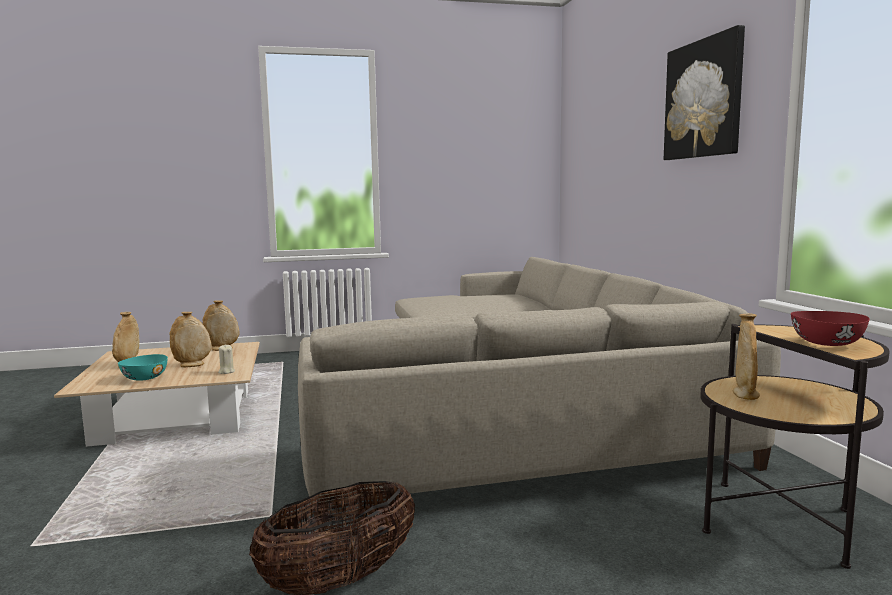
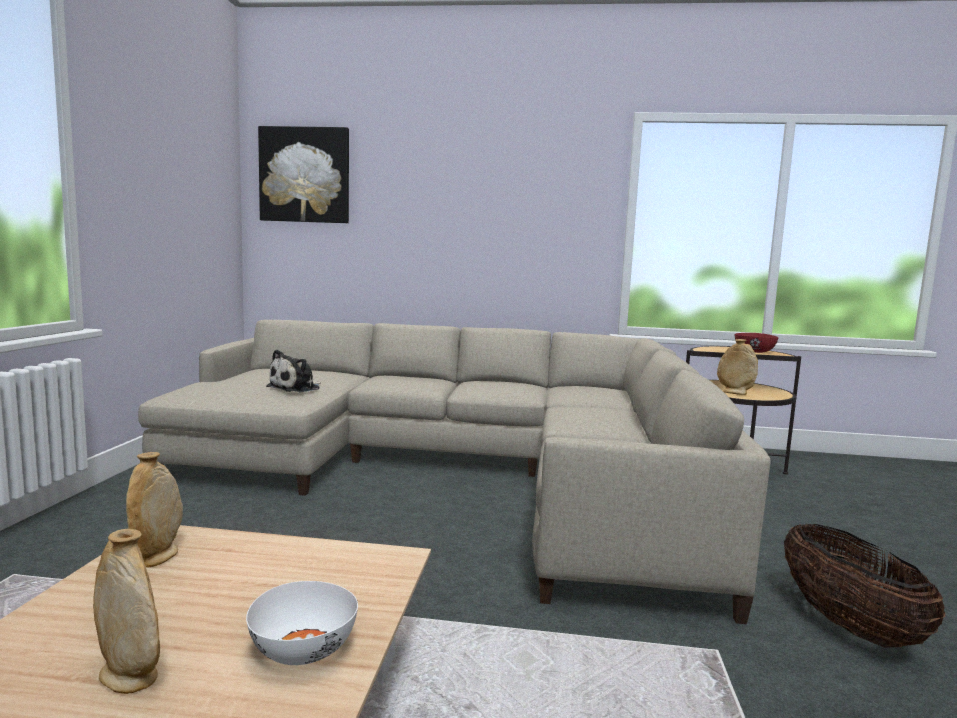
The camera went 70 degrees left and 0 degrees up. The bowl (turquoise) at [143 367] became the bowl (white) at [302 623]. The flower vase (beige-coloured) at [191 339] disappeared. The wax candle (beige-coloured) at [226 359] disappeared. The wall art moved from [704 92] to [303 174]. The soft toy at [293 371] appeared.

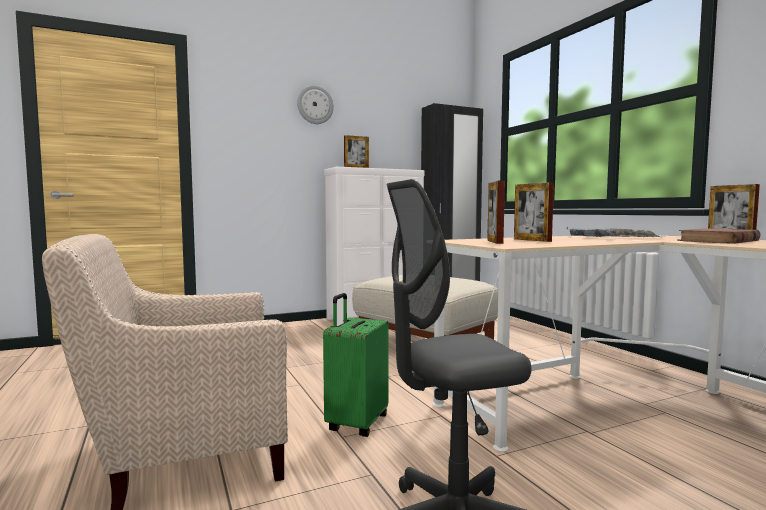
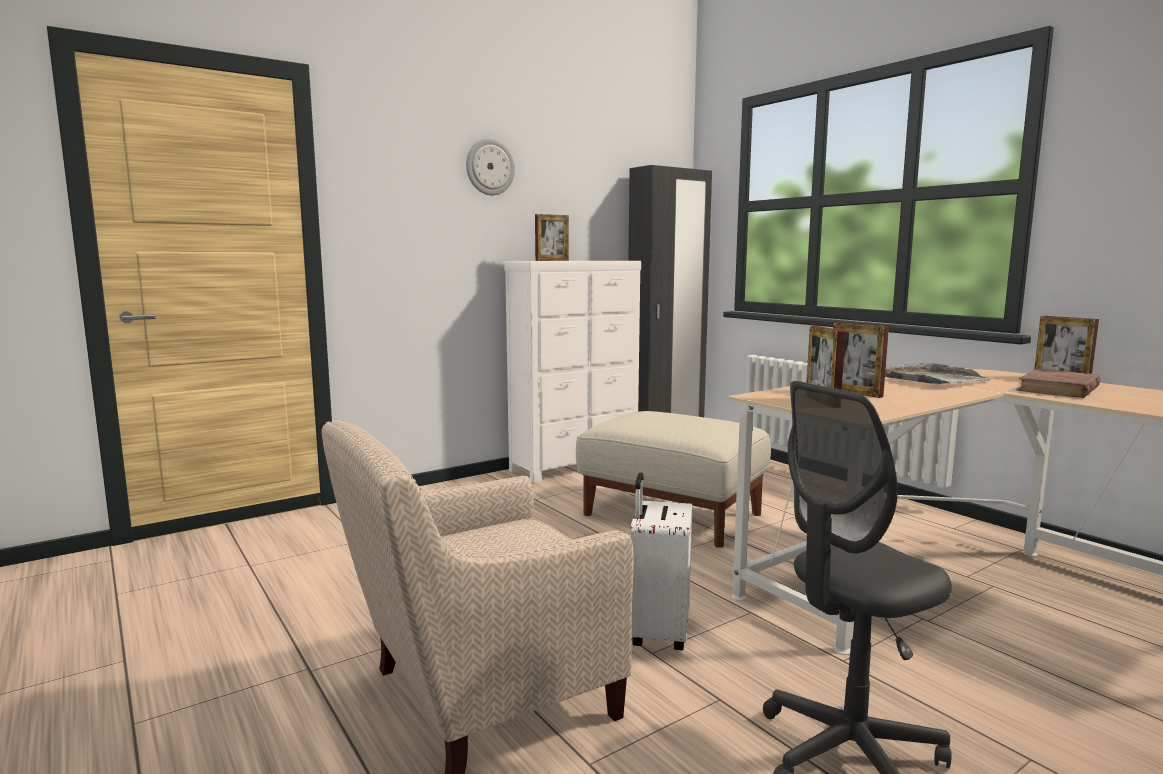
The camera went 10 degrees left and 5 degrees up. The suitcase (green-coloured) at [356 365] became the suitcase (white) at [661 561].

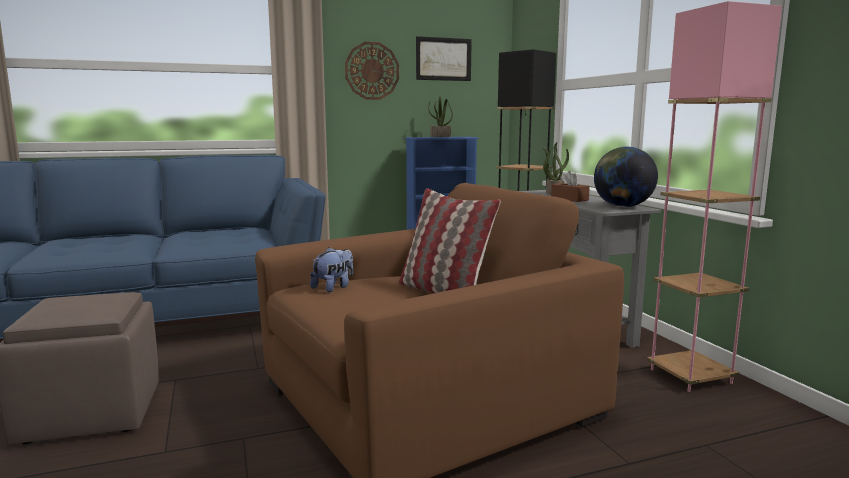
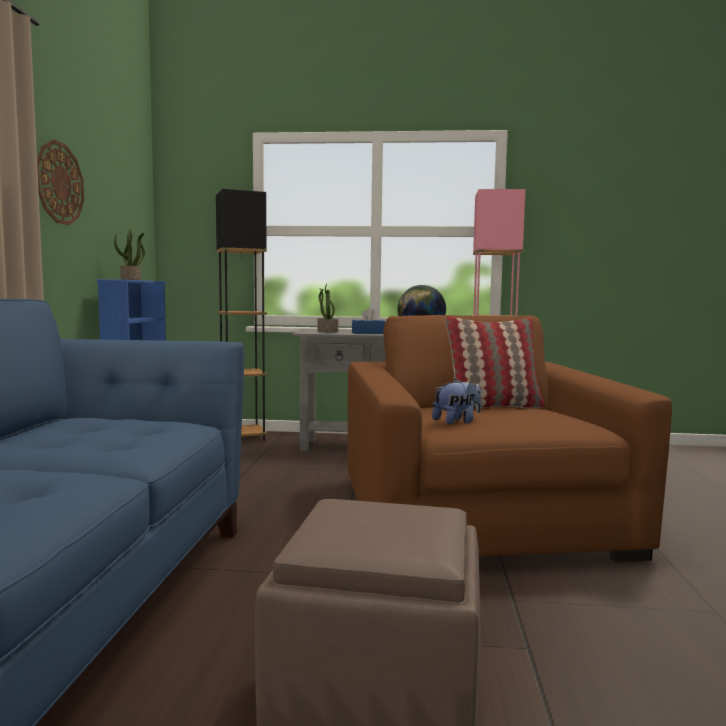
The camera went 65 degrees left and 5 degrees down. The soft toy at [331 269] turned 90 degrees clockwise. The wall art at [444 58] disappeared. The tissue holder (brown) at [570 186] became the tissue holder (bluish) at [368 321].

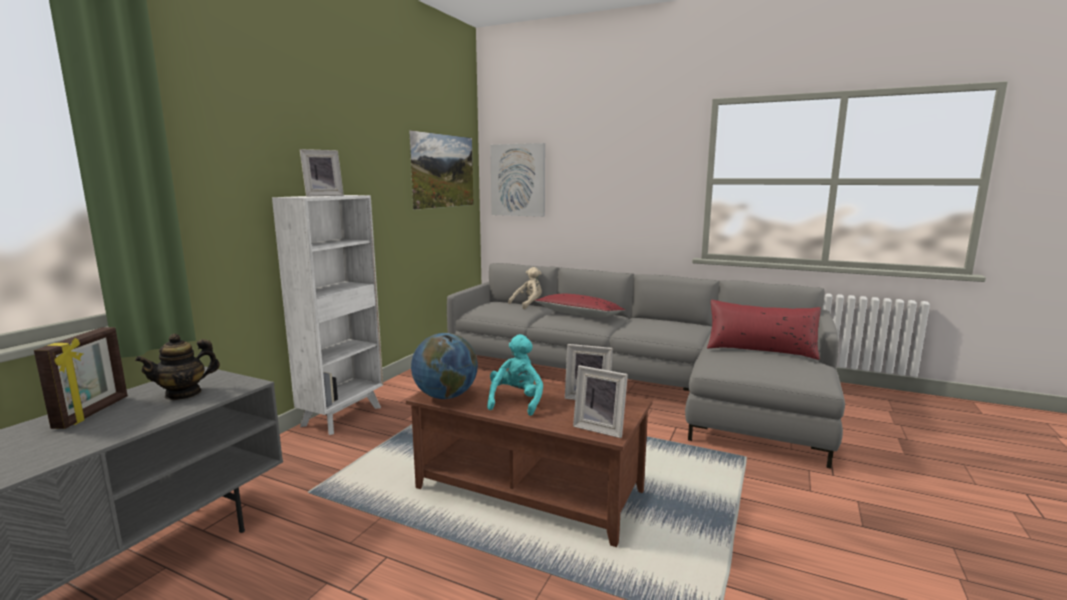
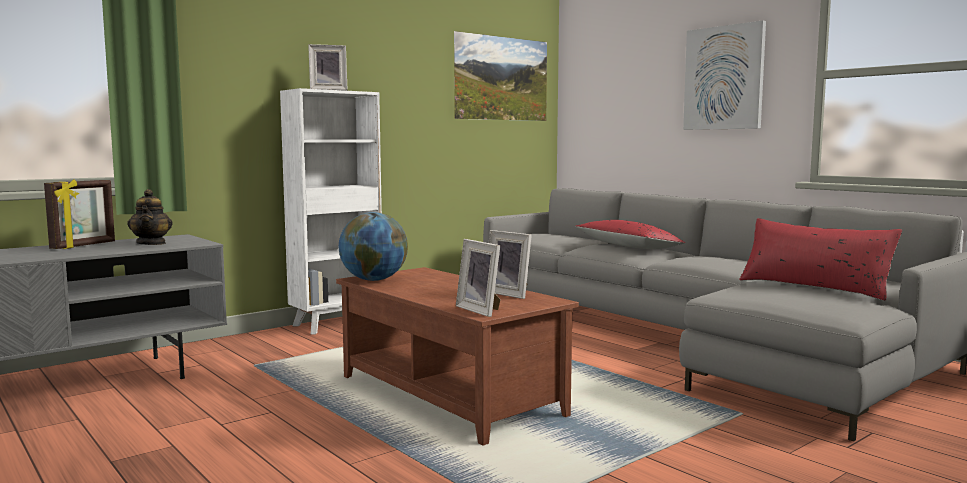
The camera went 25 degrees right and 5 degrees down. The tea pot at [177 367] turned 90 degrees counterclockwise. The soft toy (turquoise) at [515 375] disappeared. The wall art moved from [517 180] to [724 75]. The soft toy (beige-coloured) at [525 288] disappeared.

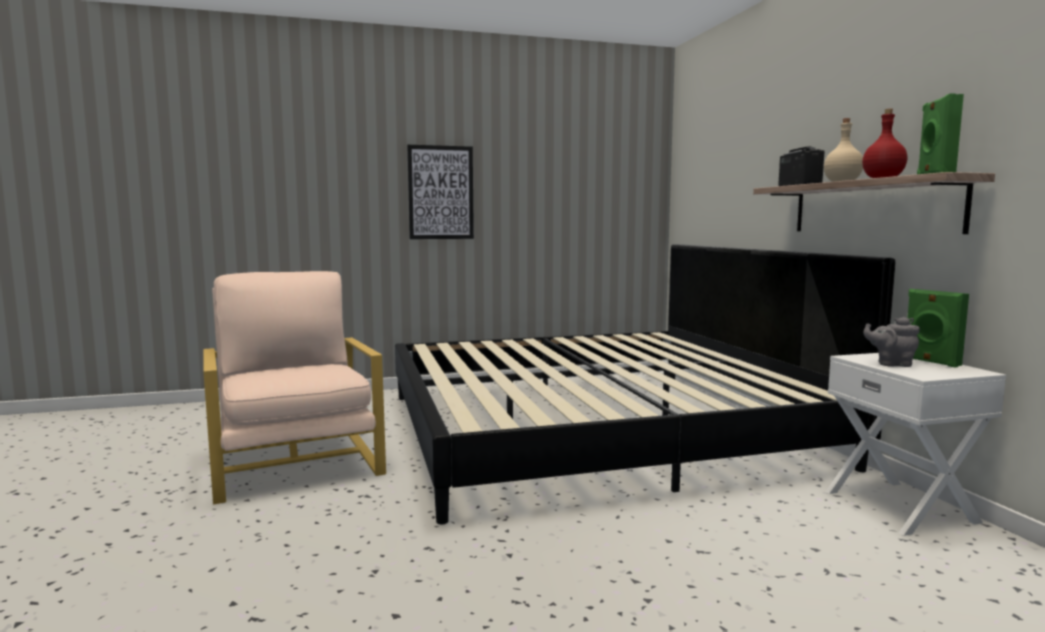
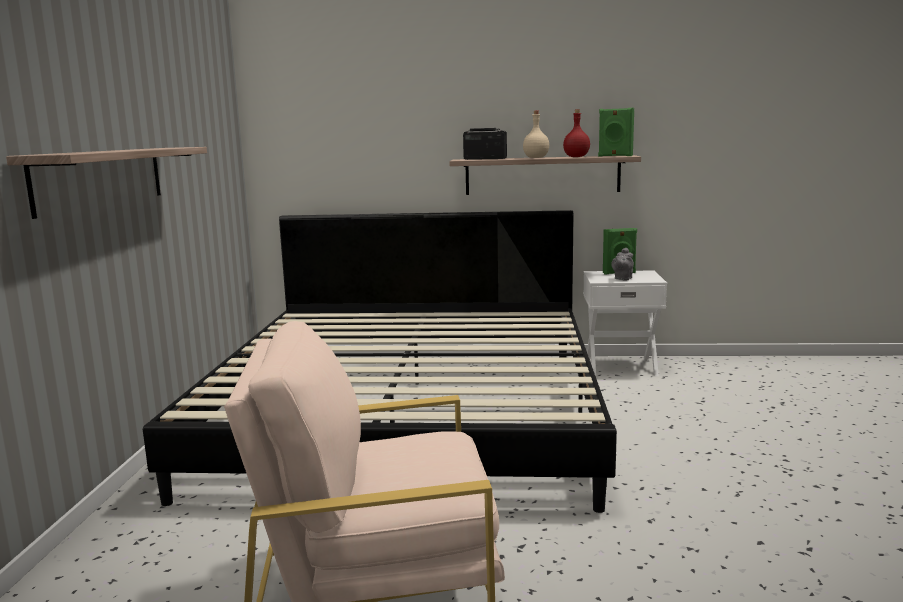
The camera went 70 degrees left and 5 degrees up. The wall art at [440 192] was replaced by the bracket shelf at [106 183].

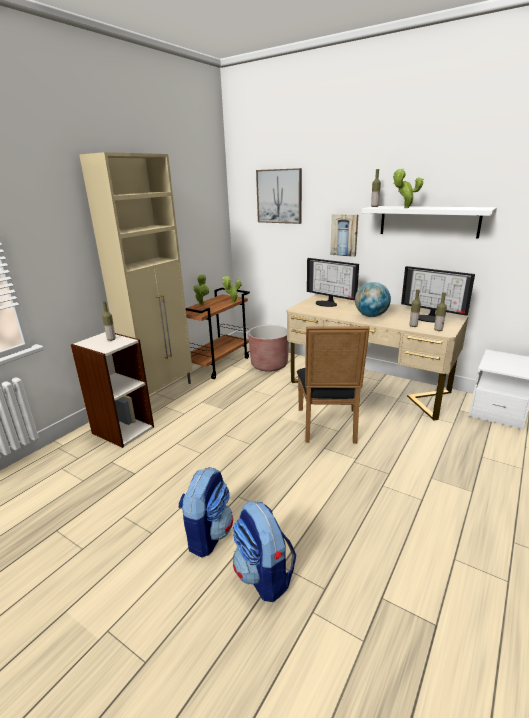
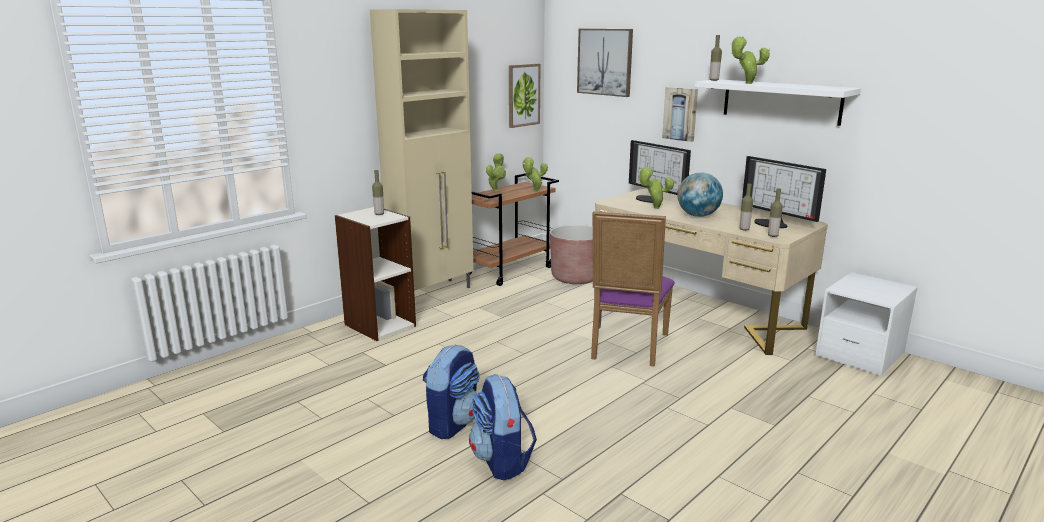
The camera went 10 degrees right and 5 degrees down. The upright chair (black) at [333 384] became the upright chair (purple) at [633 289]. The wall art at [524 96] appeared. The houseplant at [656 188] appeared.

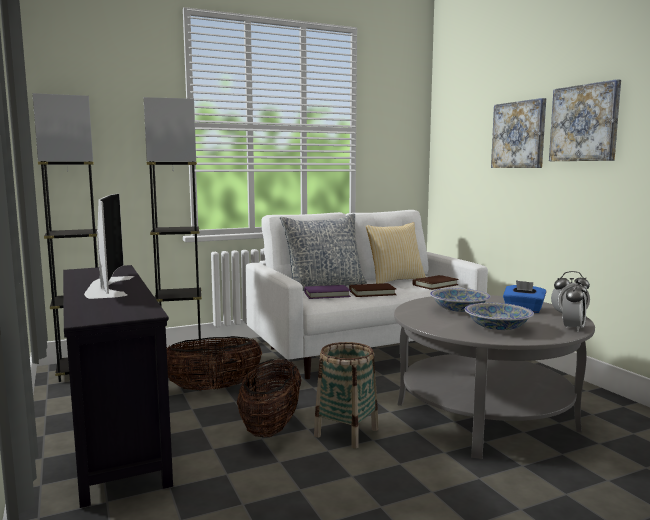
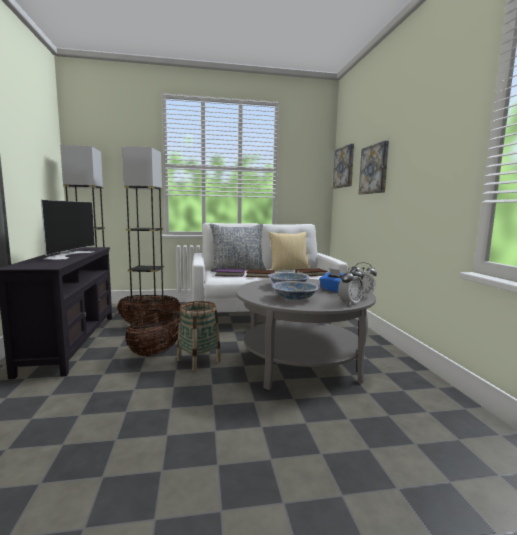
The camera went 15 degrees right and 0 degrees up. The wall art moved from [585 120] to [343 166].

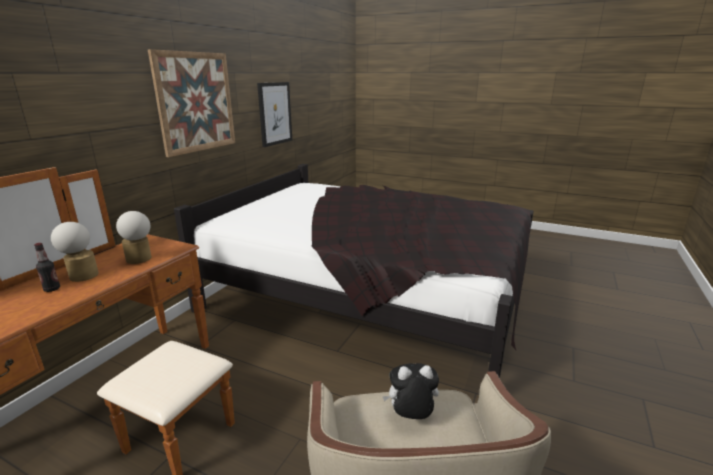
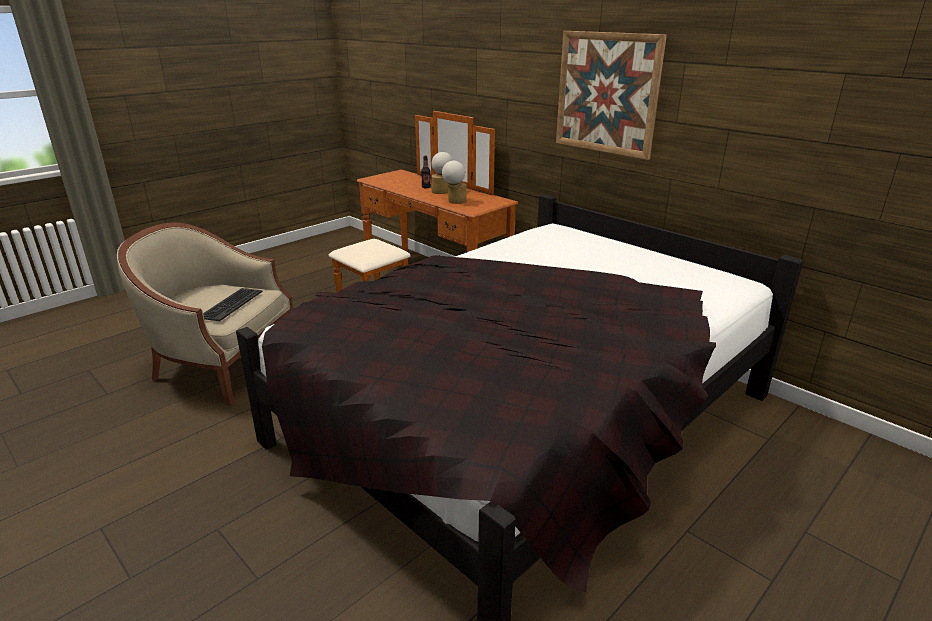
The camera went 110 degrees right and 5 degrees up. The wall art at [274 114] disappeared. The soft toy at [410 391] was replaced by the keyboard at [233 304].

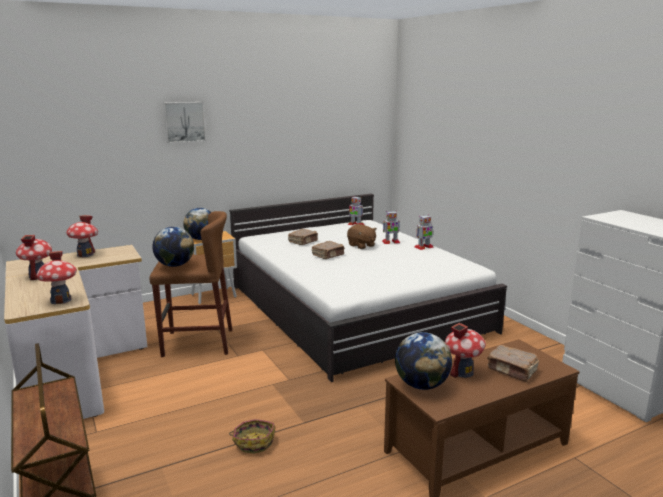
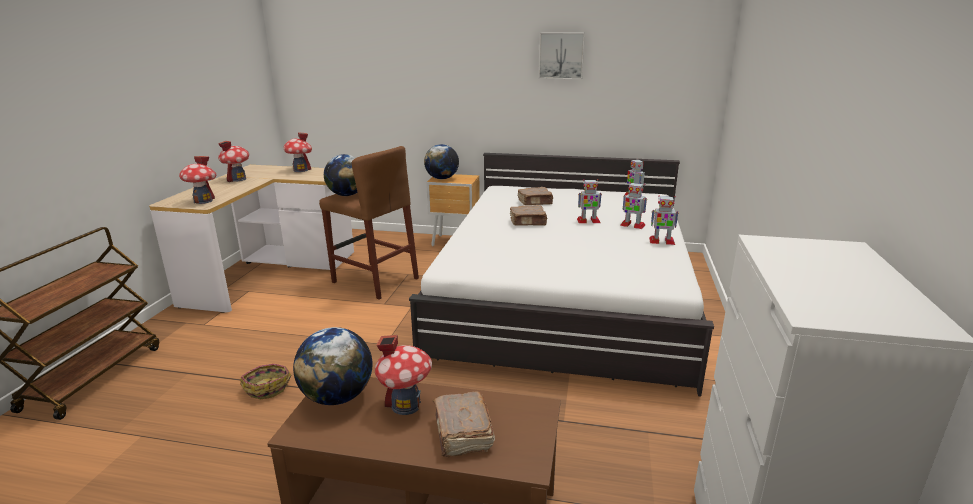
The camera went 40 degrees right and 5 degrees up. The wall art moved from [184 122] to [562 56]. The soft toy (brown) at [362 236] was replaced by the model robot at [589 201].

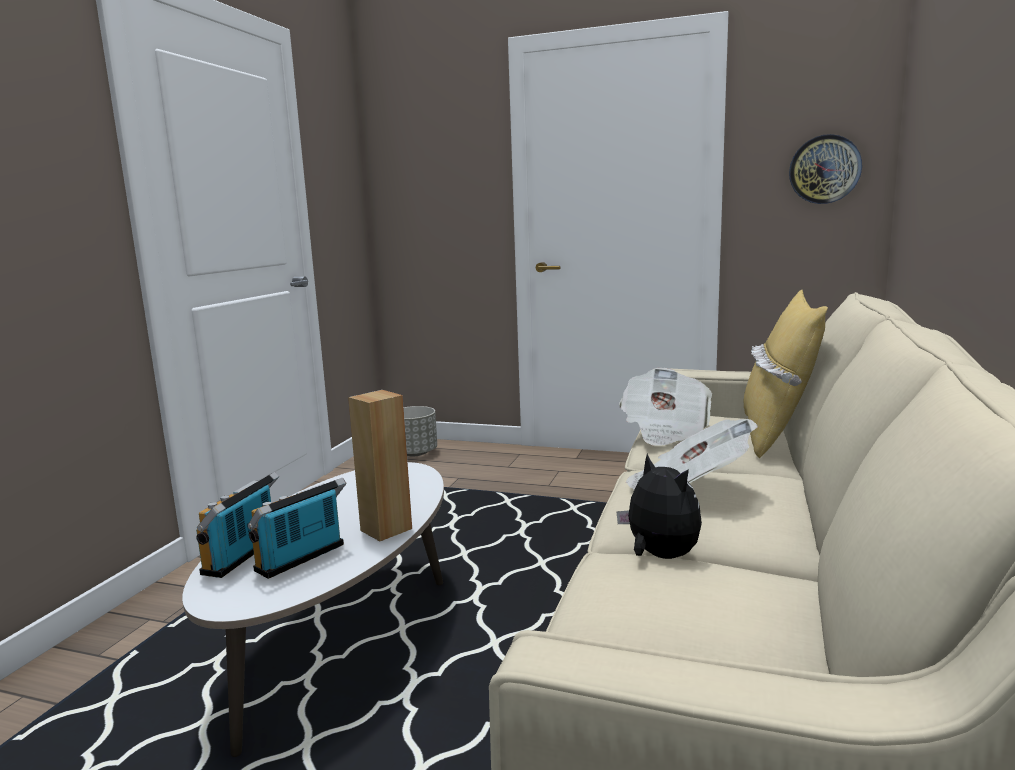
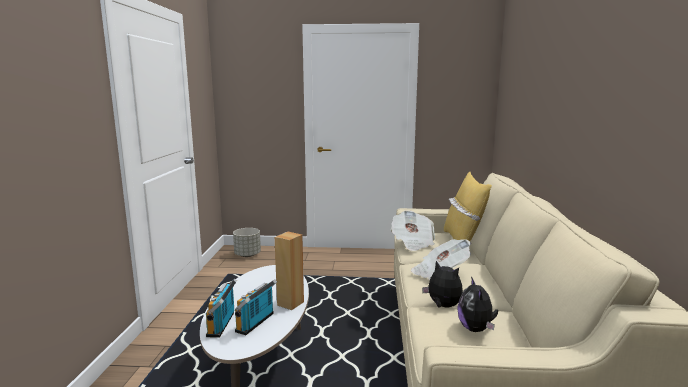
The camera went 15 degrees left and 0 degrees up. The hanging clock at [825 169] disappeared. The soft toy at [477 304] appeared.

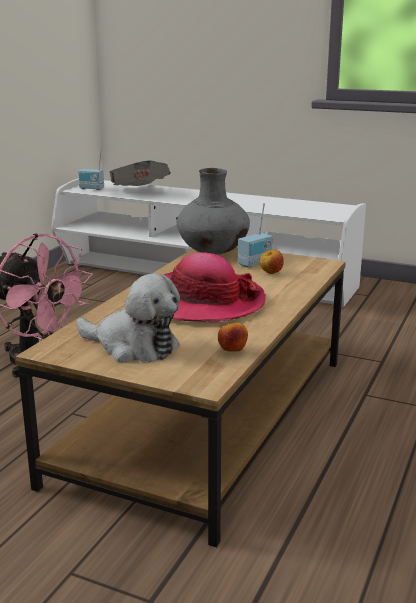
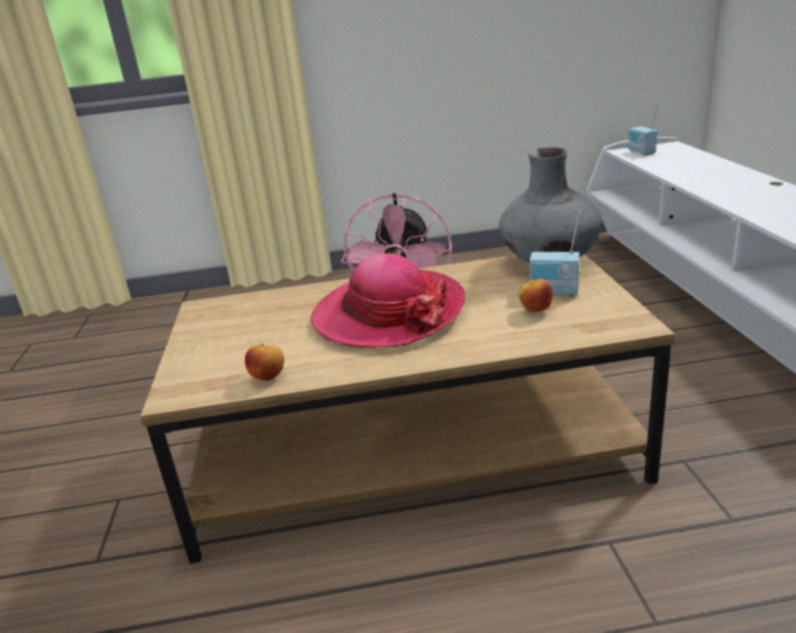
The camera went 60 degrees right and 5 degrees up. The soft toy at [128 317] disappeared. The printed paper at [140 173] disappeared.

